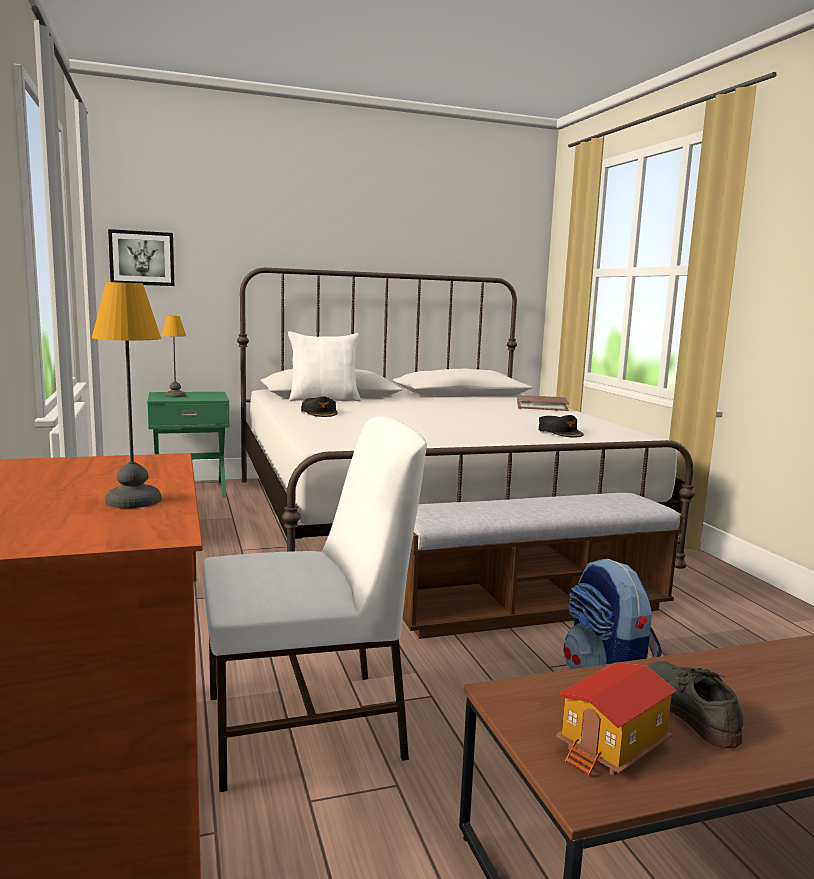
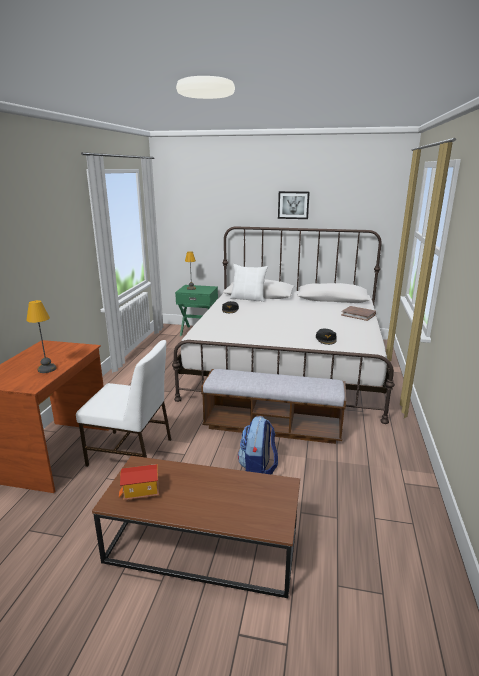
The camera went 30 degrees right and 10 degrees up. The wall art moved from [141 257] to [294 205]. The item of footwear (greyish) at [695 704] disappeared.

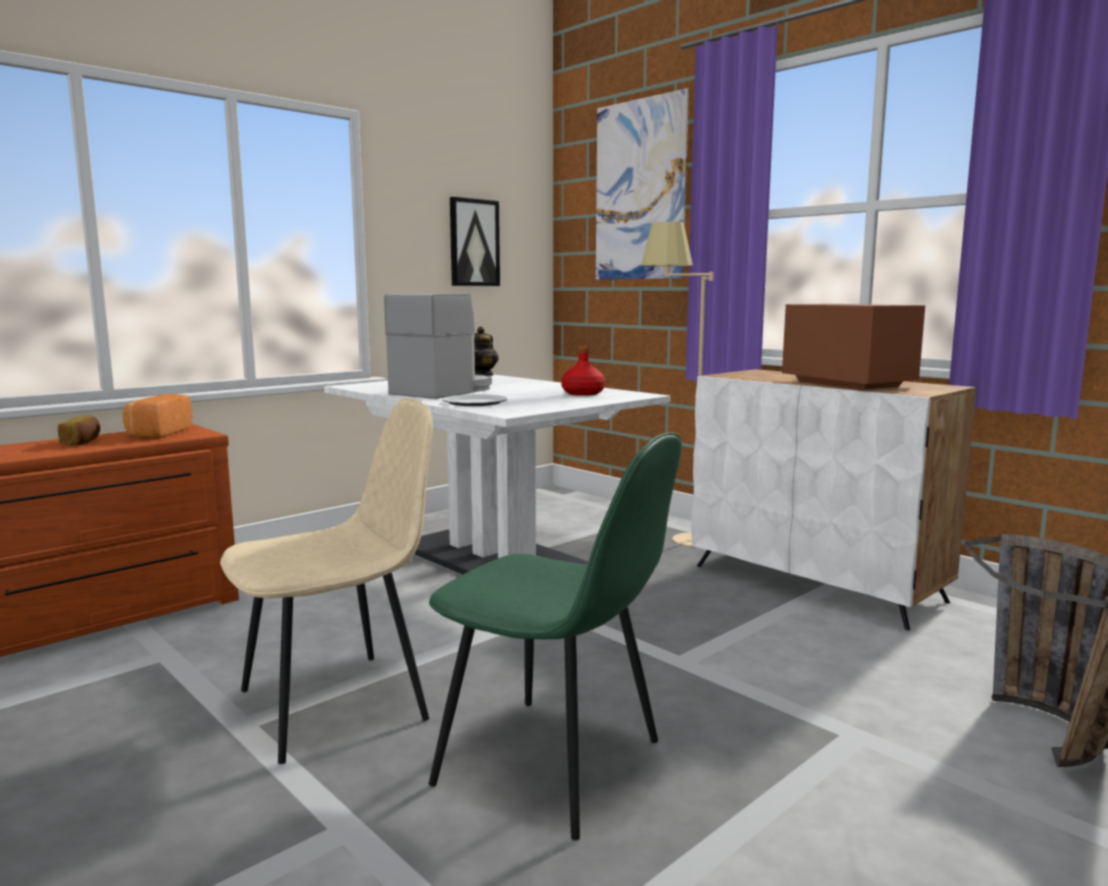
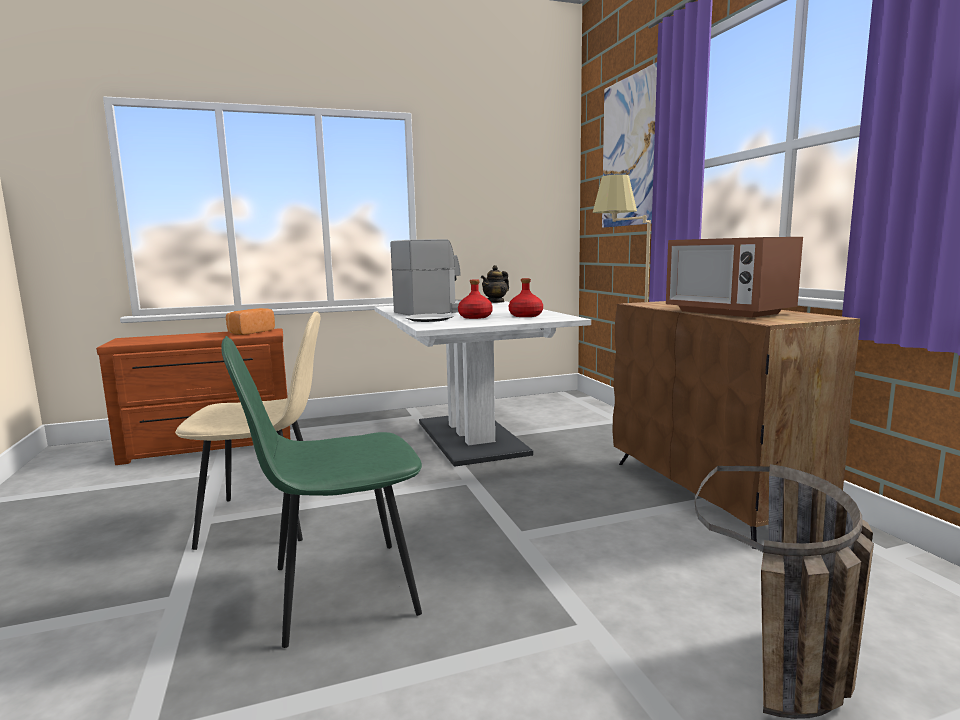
The camera went 25 degrees right and 0 degrees up. The baked bread at [79 430] disappeared. The upright chair (green-coloured) at [555 636] turned 105 degrees clockwise. The wall art at [475 241] disappeared. The storage cabinet (white) at [833 499] became the storage cabinet (brown) at [736 425]. The kitchen microwave at [853 347] turned 150 degrees clockwise. The bottle (reddish) at [475 299] appeared.

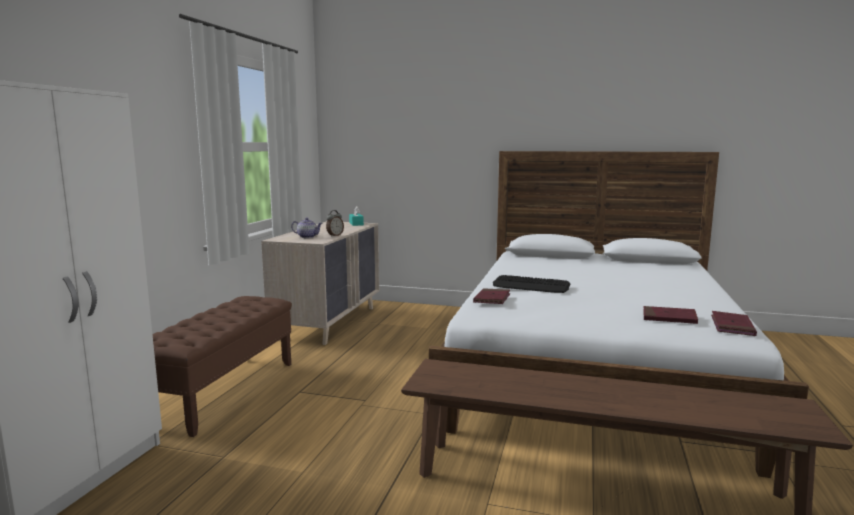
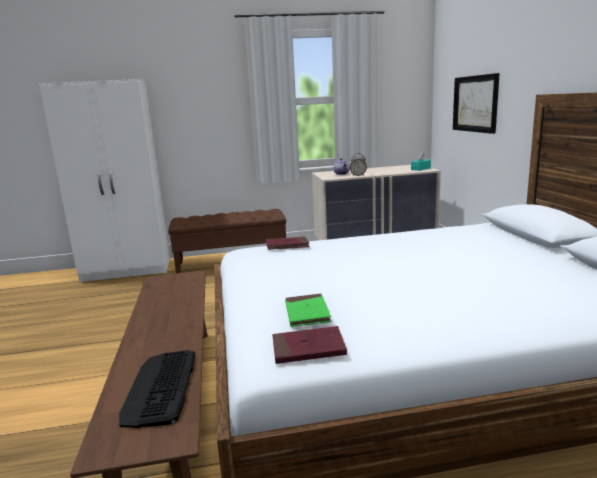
The camera went 65 degrees right and 5 degrees up. The keyboard moved from [531 284] to [157 389]. The book (reddish) at [670 315] became the book (green-coloured) at [308 310]. The wall art at [476 103] appeared.

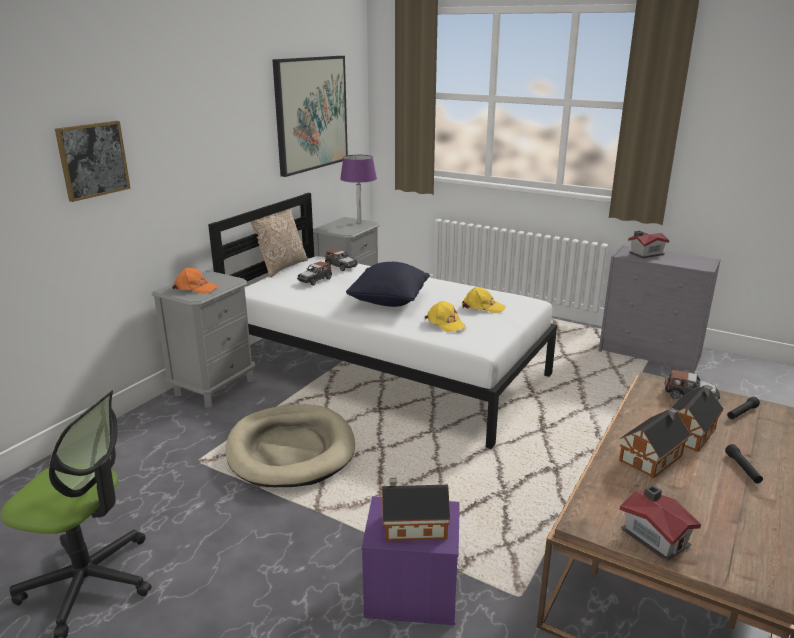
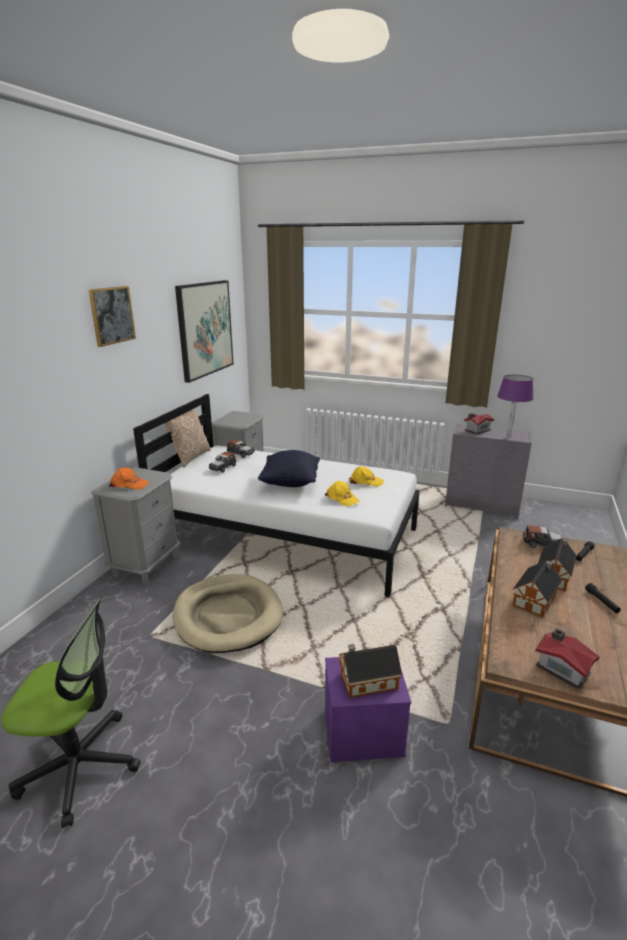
The camera went 10 degrees left and 0 degrees up. The wall art moved from [93 161] to [112 316]. The lamp for a table (purple) moved from [358 189] to [515 406].

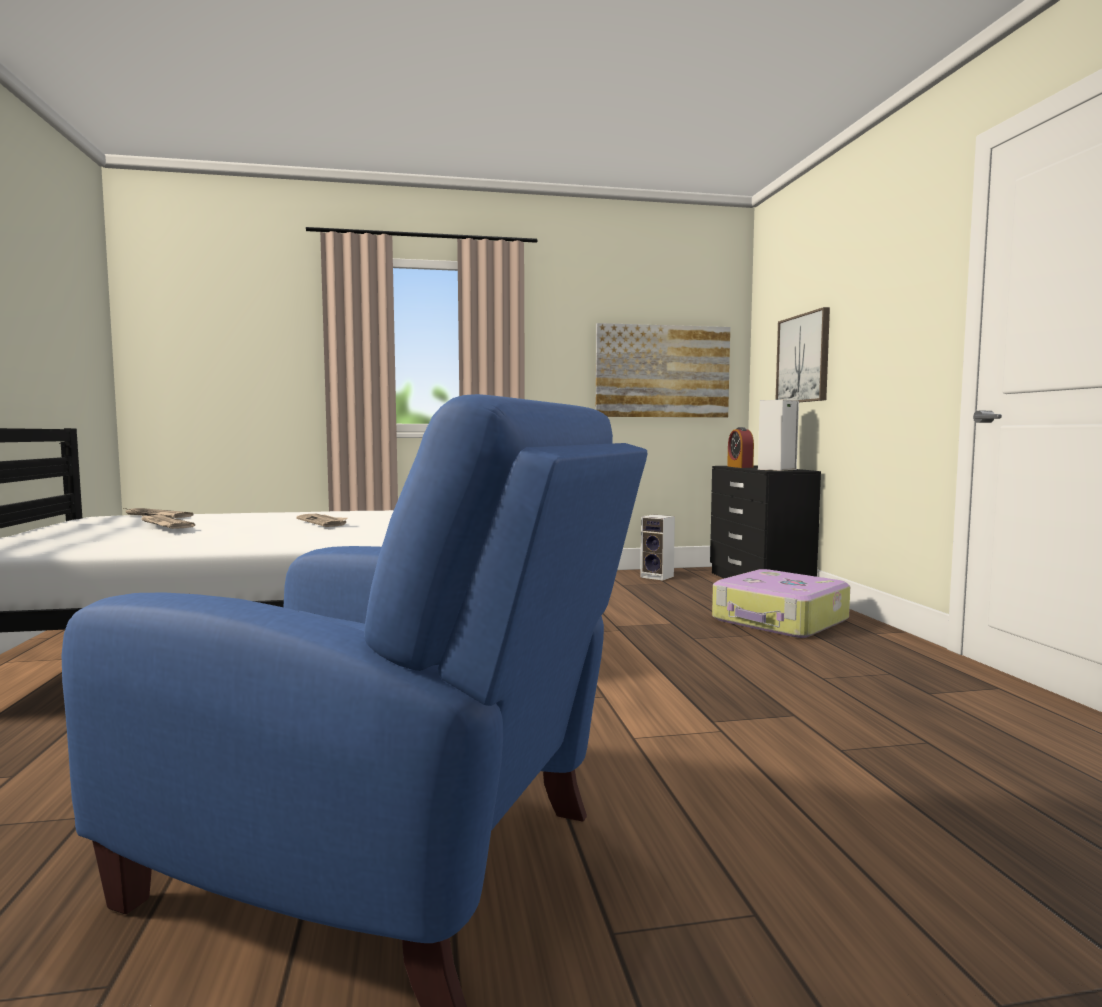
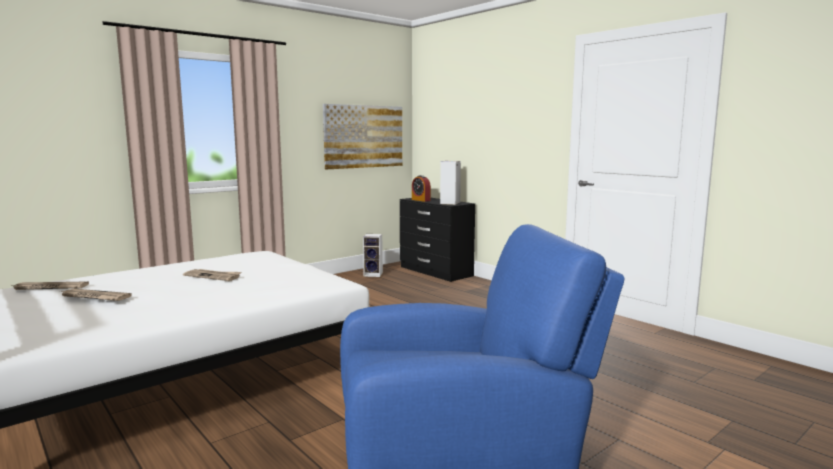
The camera went 30 degrees left and 5 degrees up. The suitcase at [781 603] disappeared. The wall art at [803 354] disappeared.

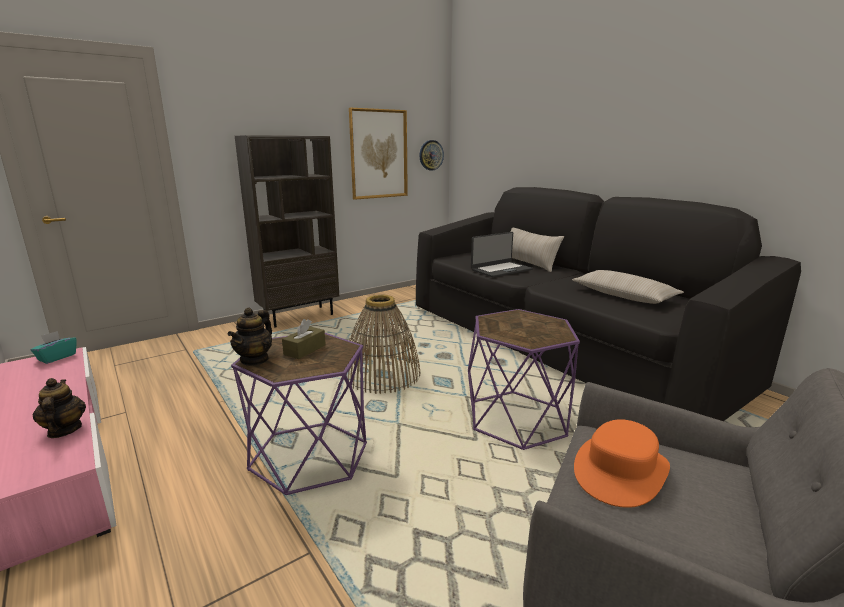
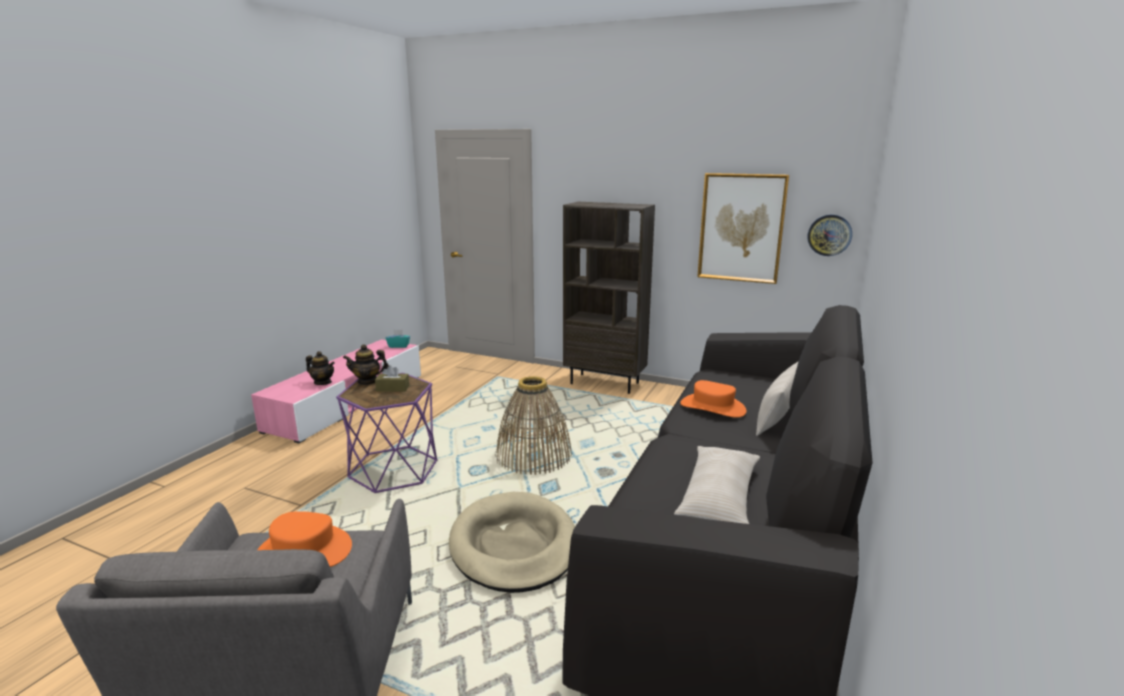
The camera went 60 degrees right and 0 degrees up. The tea pot at [59 408] turned 75 degrees clockwise. The side table (purple) at [524 379] was replaced by the dog cushion (beige-coloured) at [512 542]. The laptop at [502 254] was replaced by the hat (orange-coloured) at [713 399].

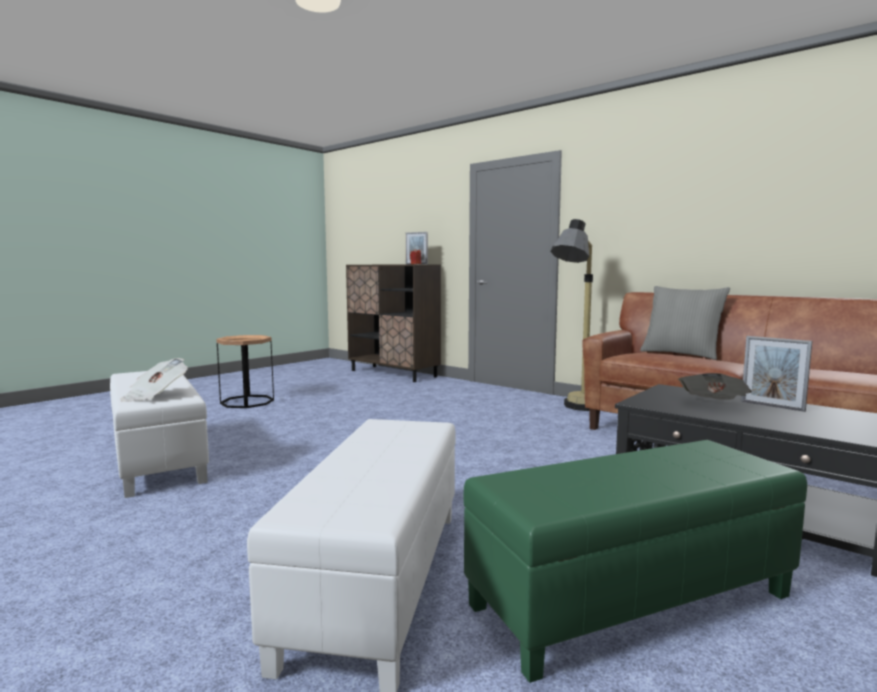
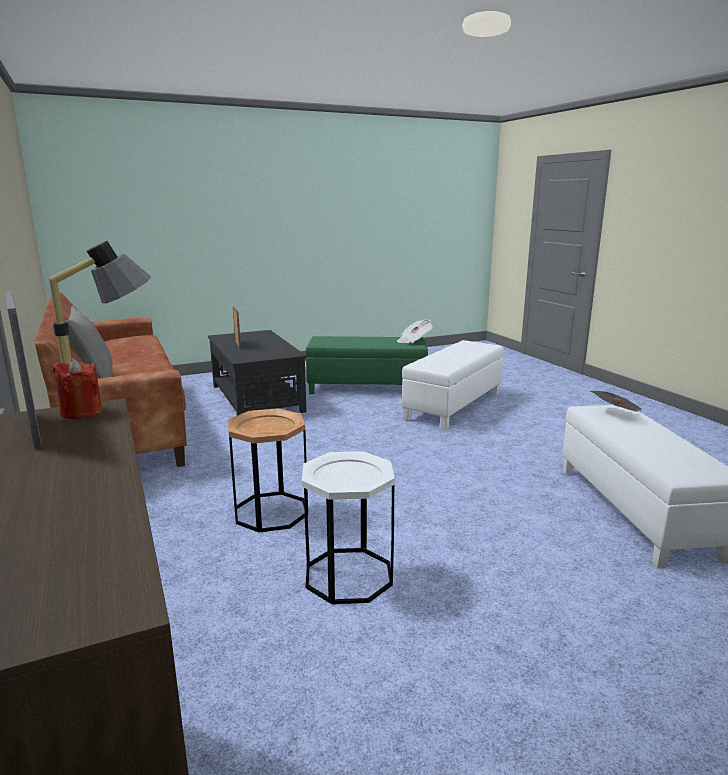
The camera went 155 degrees left and 10 degrees up. The side table (brown) moved from [245 371] to [268 470]. The printed paper moved from [715 386] to [415 331]. The side table (white) at [348 527] appeared.

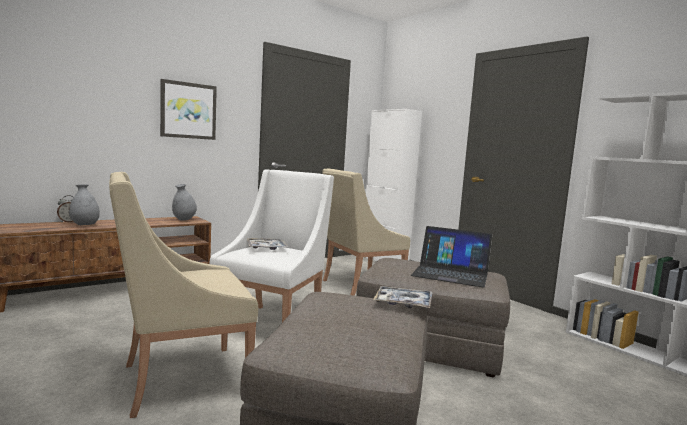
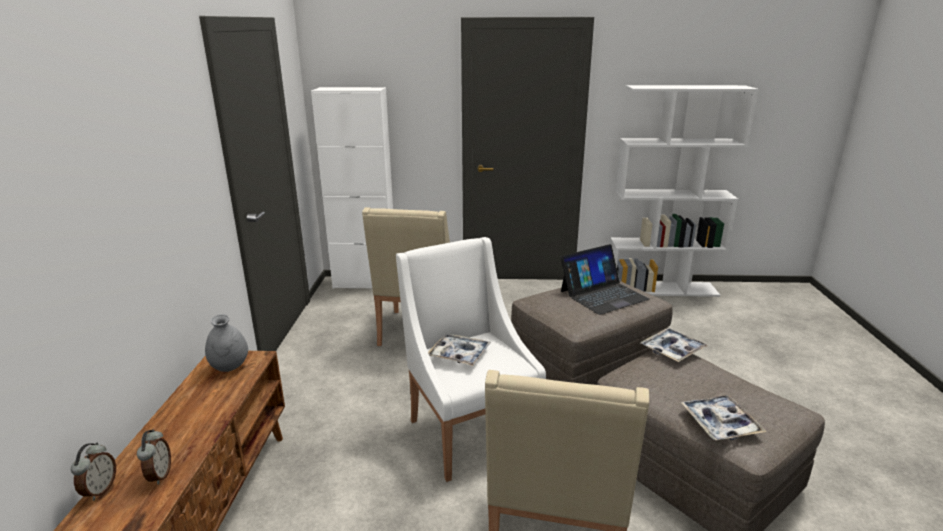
The camera went 50 degrees left and 15 degrees up. The flower vase (greyish) at [84 204] was replaced by the alarm clock at [154 457]. The wall art at [188 109] disappeared. The tray at [723 417] appeared.

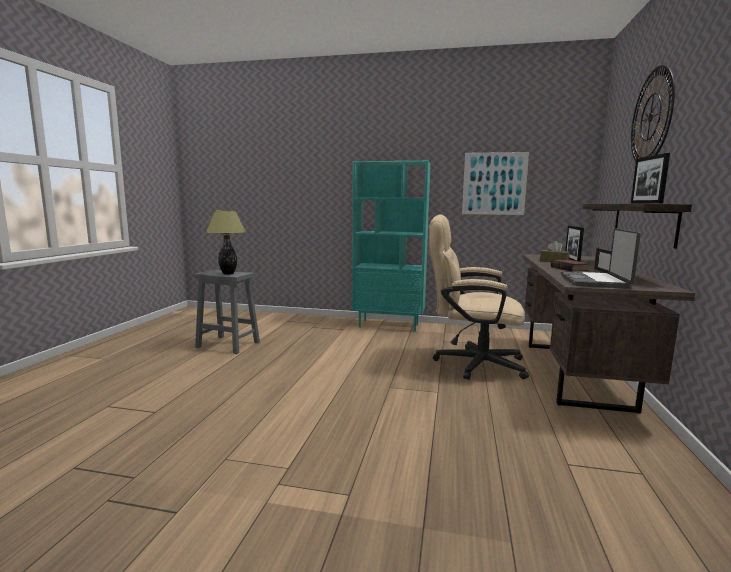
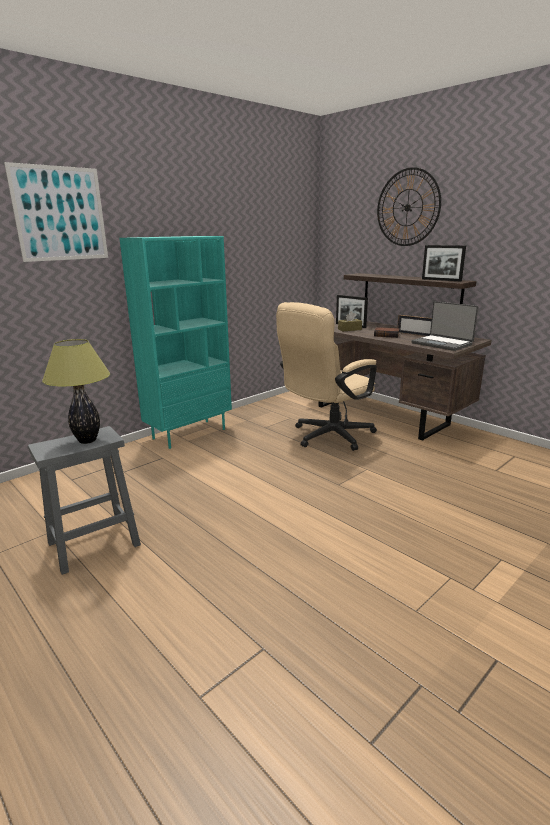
The camera went 55 degrees left and 10 degrees up. The wall art moved from [495 183] to [56 212].

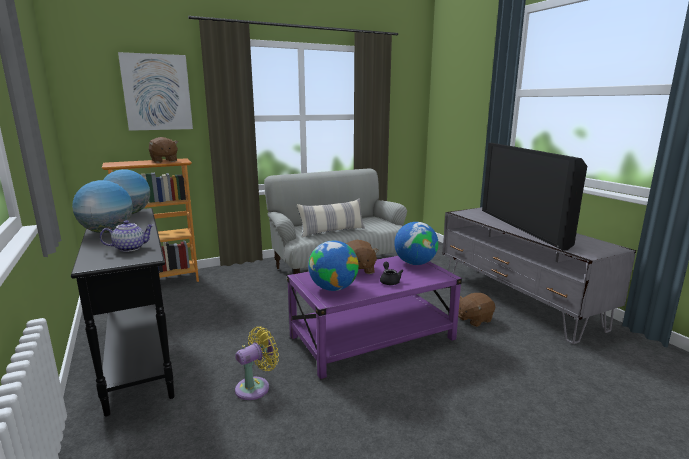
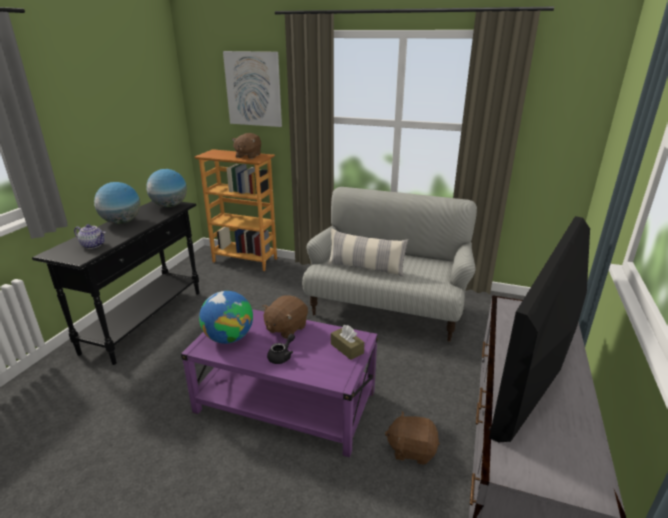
The camera went 45 degrees right and 10 degrees up. The electric fan (yellow) at [257 363] disappeared. The desk globe at [416 243] was replaced by the tissue holder (brown) at [347 342].

